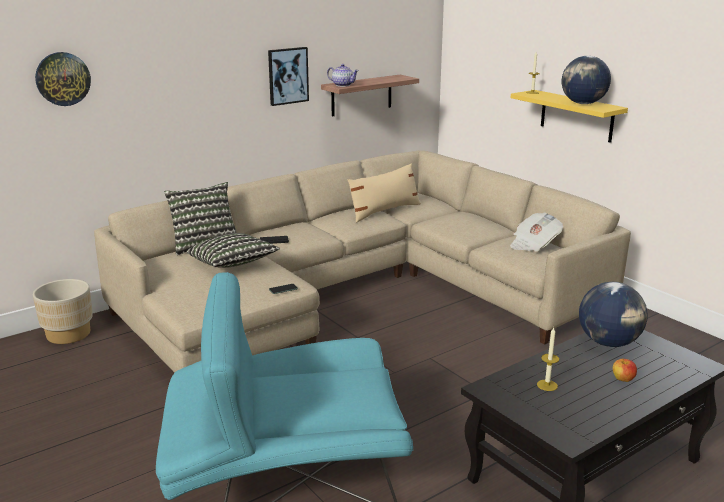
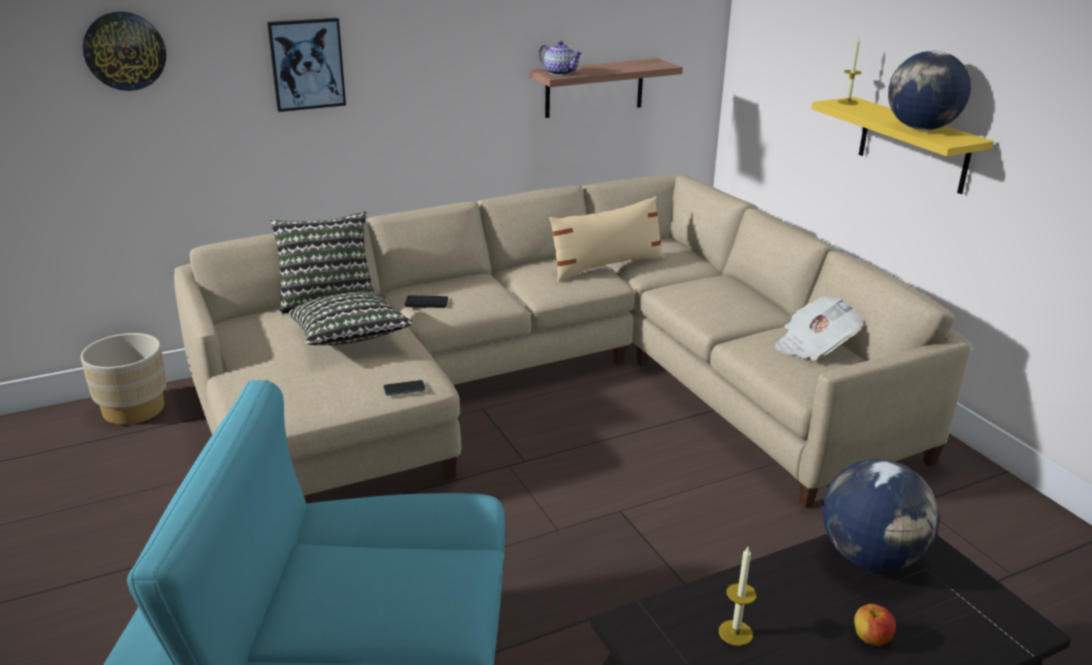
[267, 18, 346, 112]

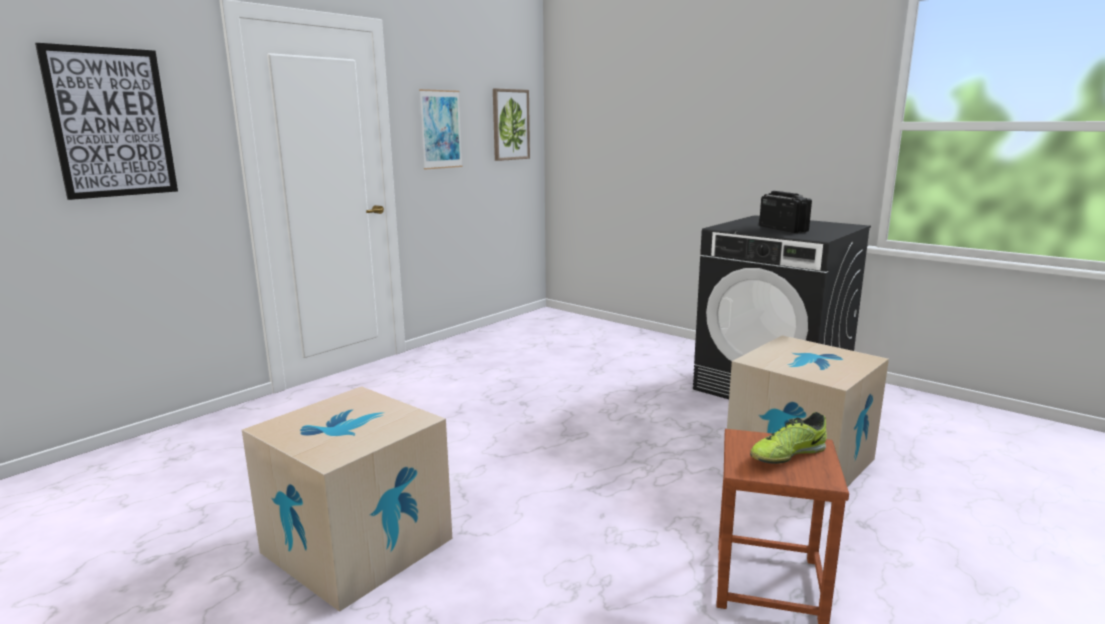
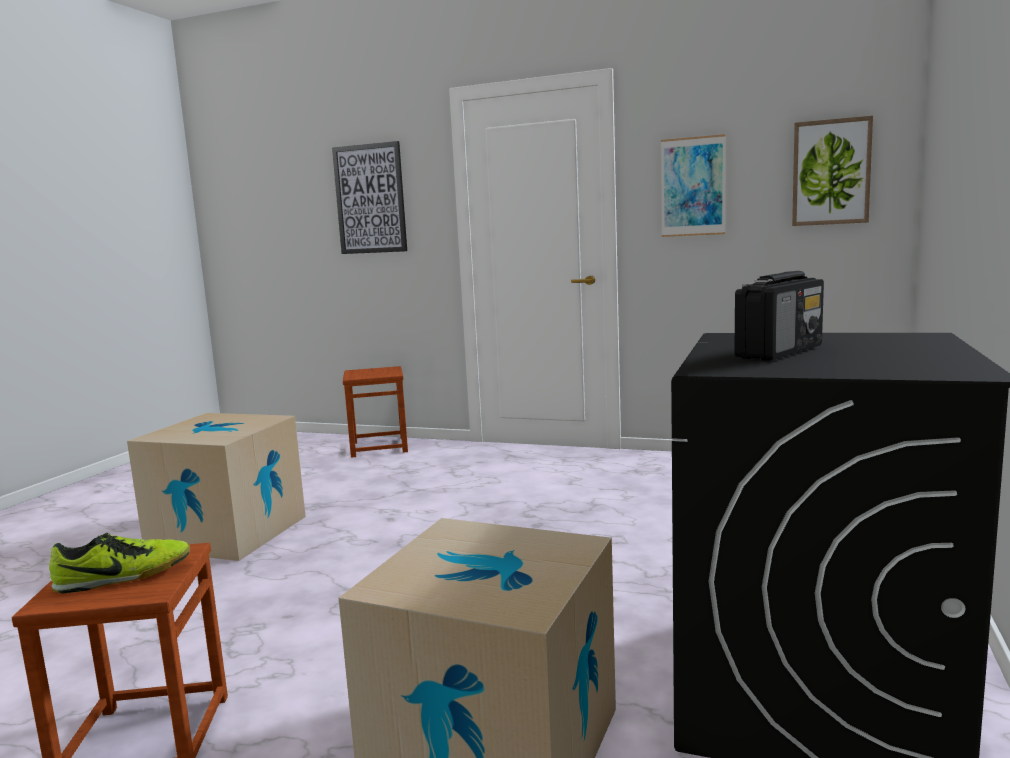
[343, 366, 408, 458]
[49, 533, 190, 594]

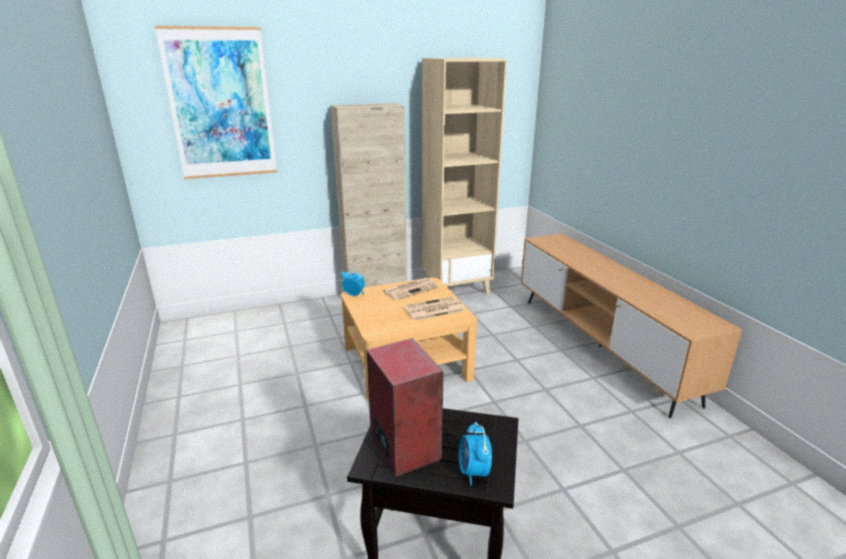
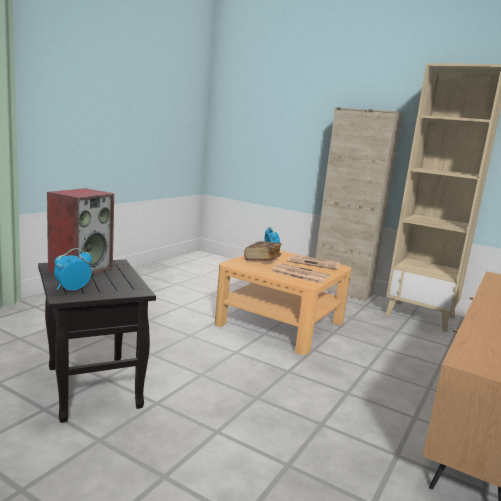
[155, 26, 277, 179] (first image)
[244, 241, 281, 261]

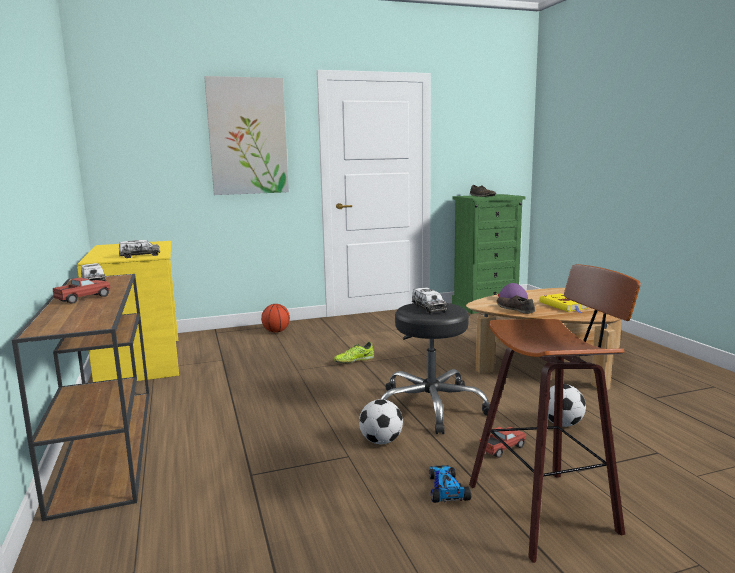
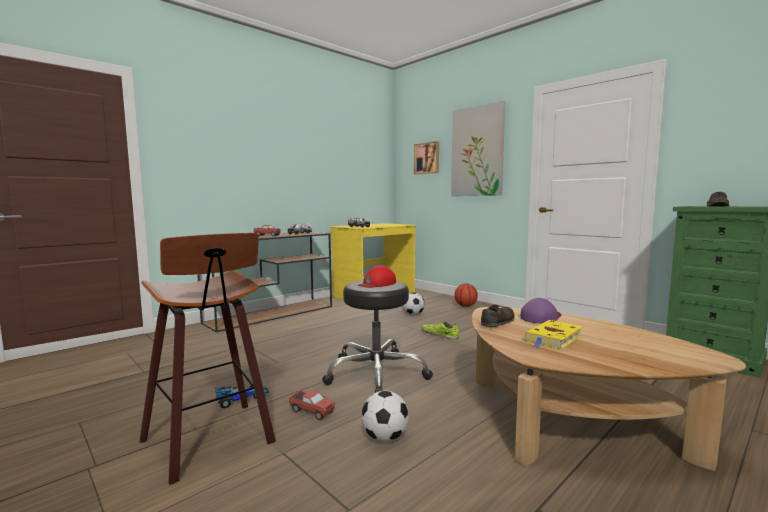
[414, 141, 439, 174]
[402, 292, 425, 315]
[357, 265, 396, 288]

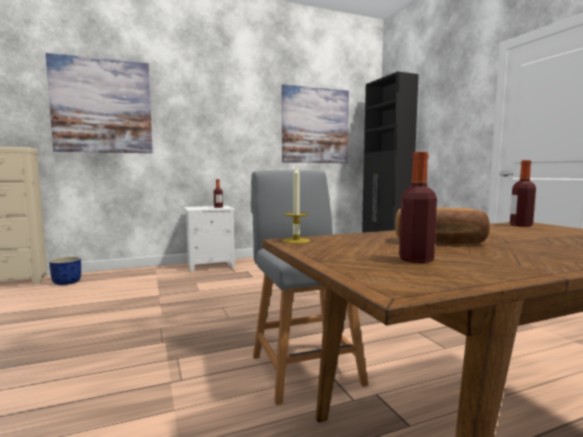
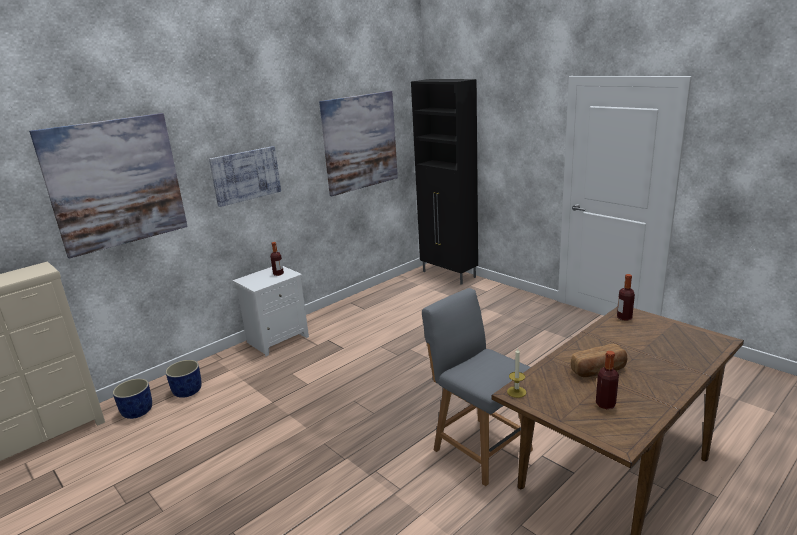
[165, 360, 202, 398]
[209, 146, 281, 207]

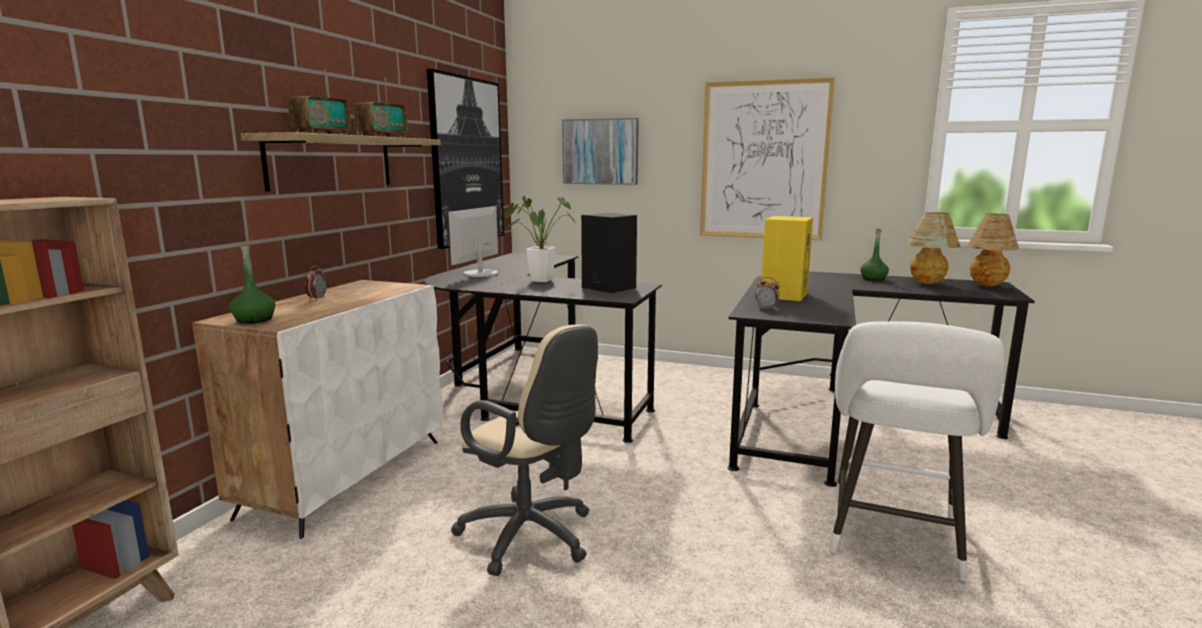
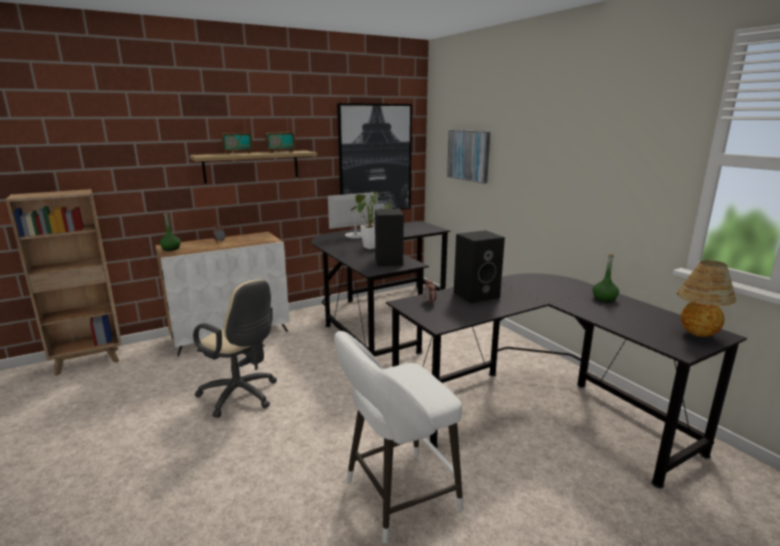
[700, 77, 835, 240] (first image)
[906, 212, 960, 284] (first image)
[454, 230, 505, 303]
[193, 279, 277, 418]

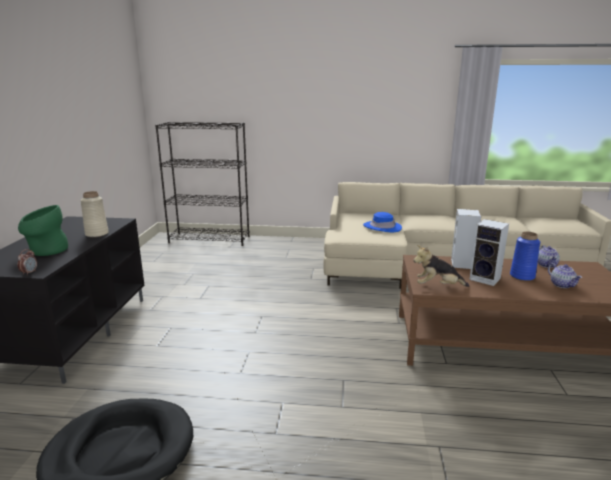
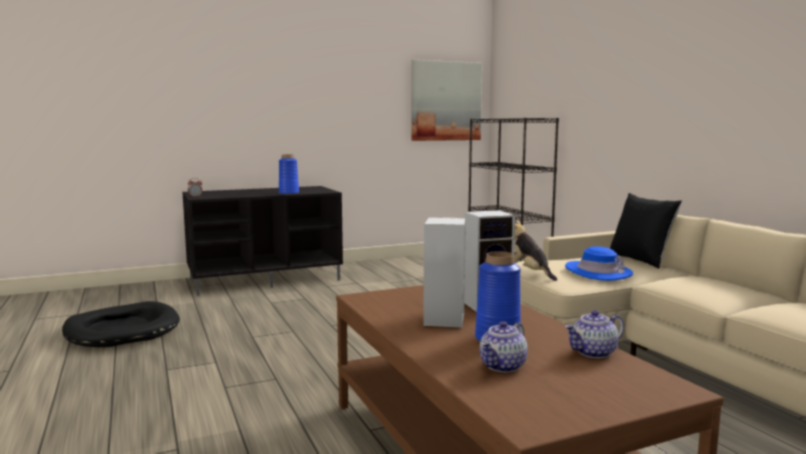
[18, 205, 68, 256] (first image)
[411, 60, 482, 141]
[610, 193, 682, 269]
[514, 220, 557, 281]
[279, 154, 299, 194]

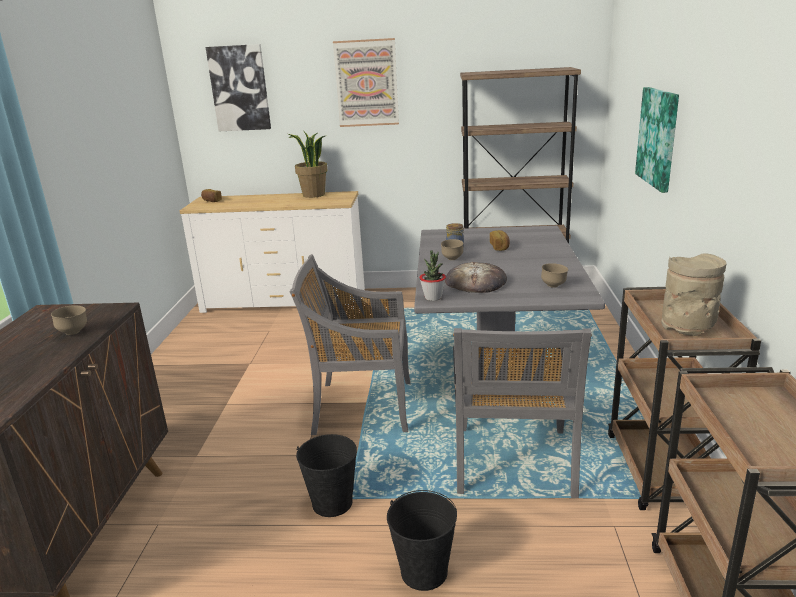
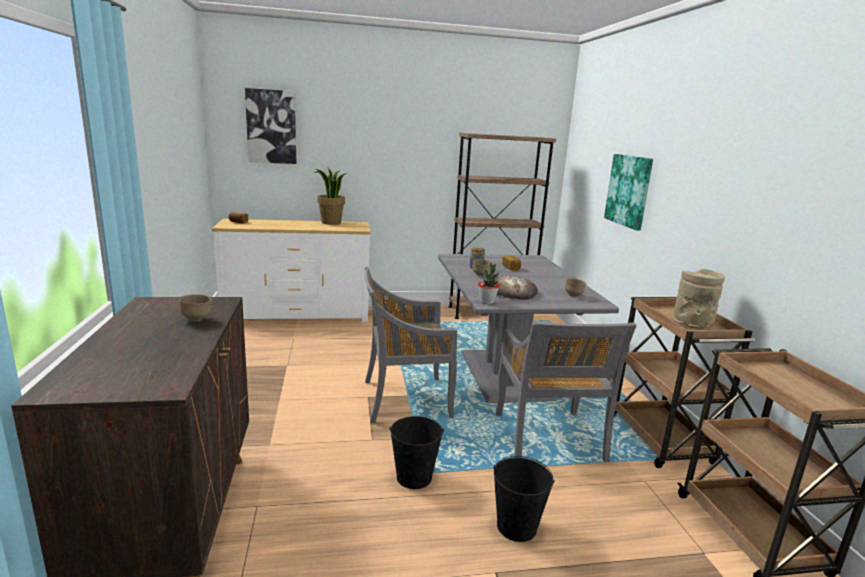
[333, 38, 399, 127] (first image)

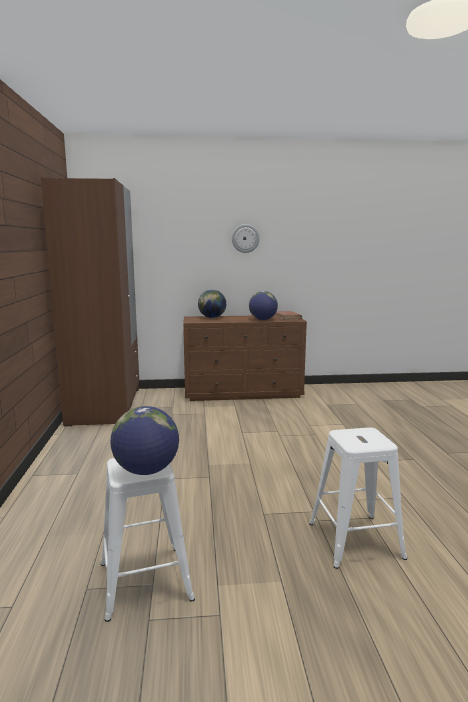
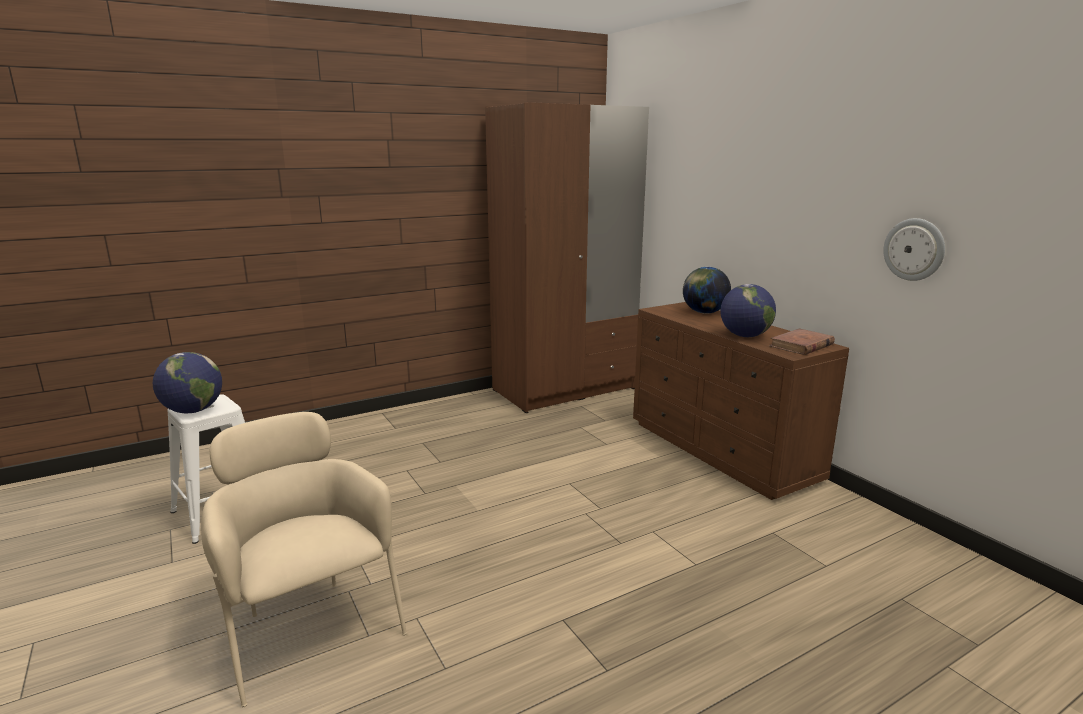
[883, 218, 945, 281]
[201, 412, 407, 707]

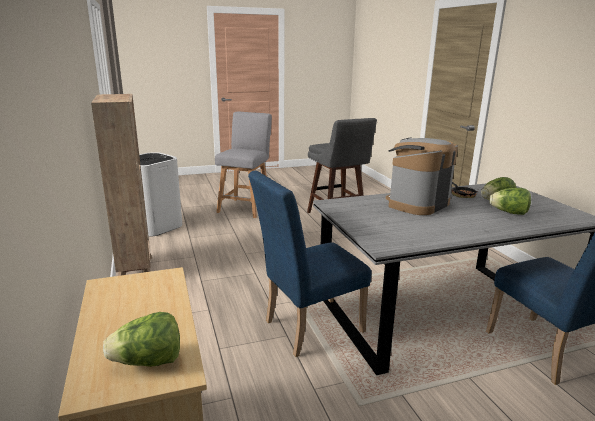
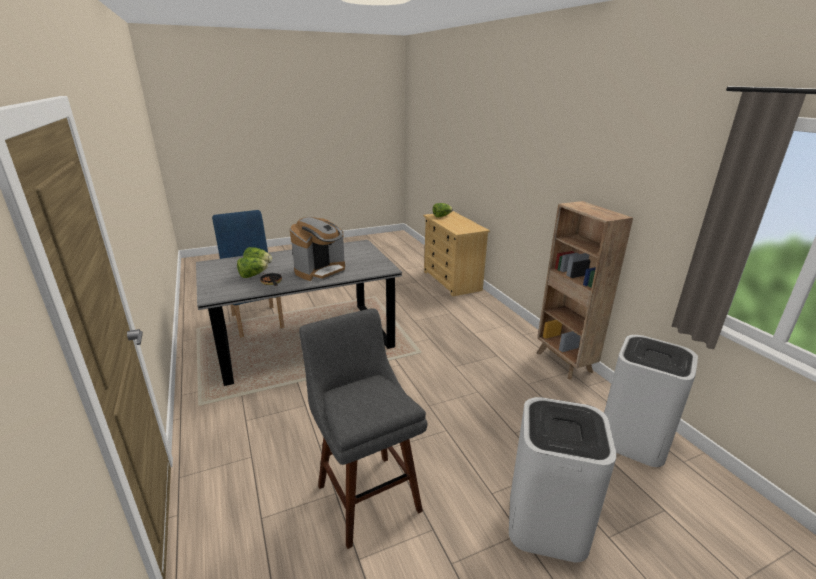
[248, 171, 371, 357] (first image)
[509, 397, 617, 562]

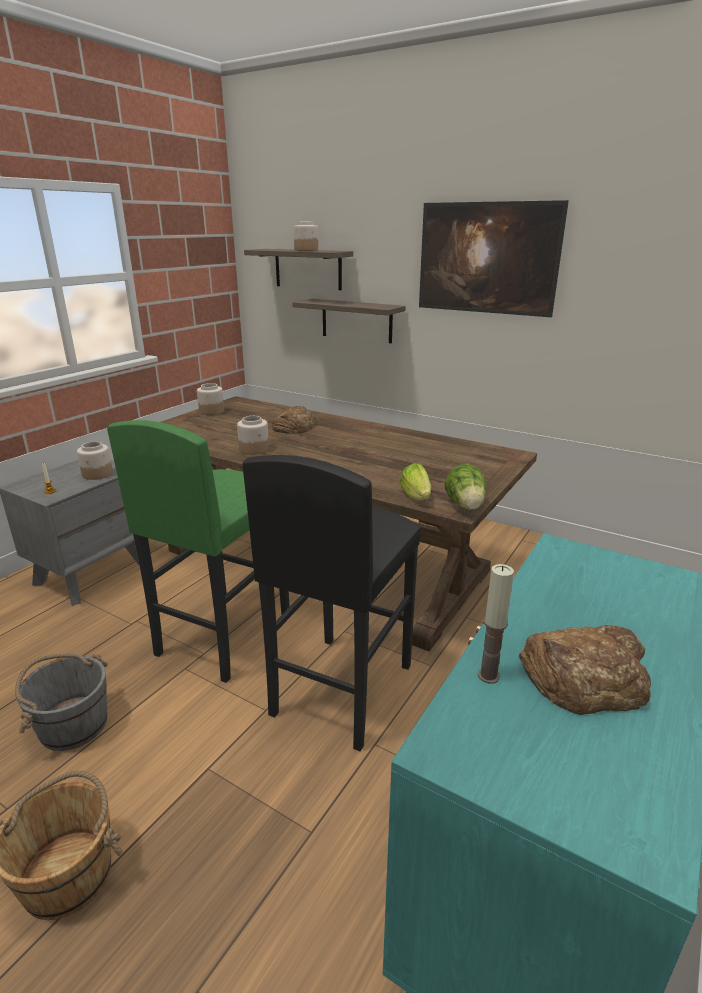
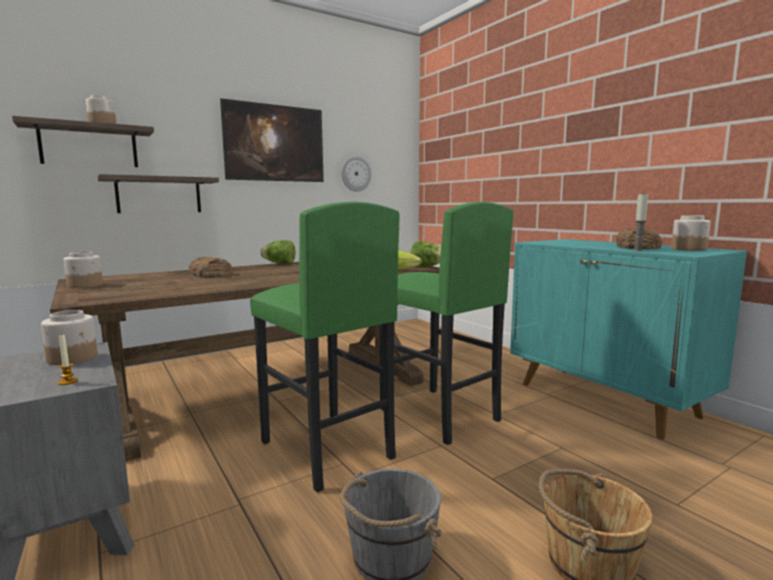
[260, 240, 295, 264]
[341, 156, 371, 192]
[671, 215, 711, 251]
[379, 202, 513, 445]

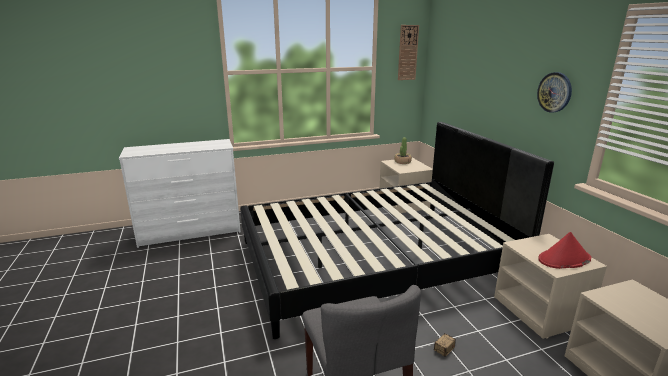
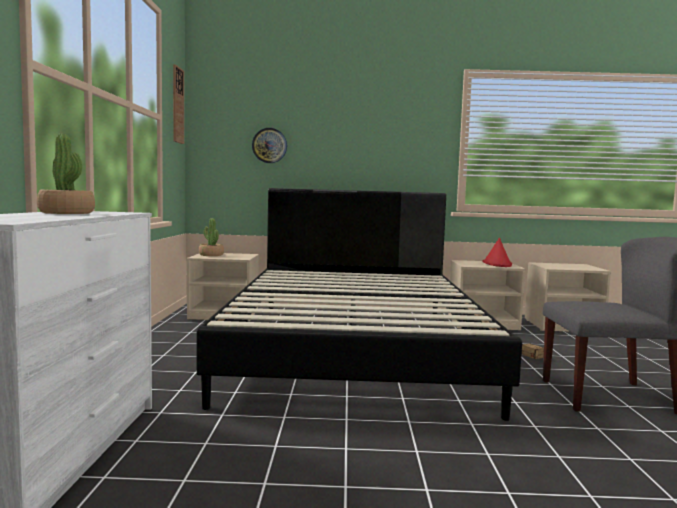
[37, 134, 95, 214]
[252, 128, 287, 163]

